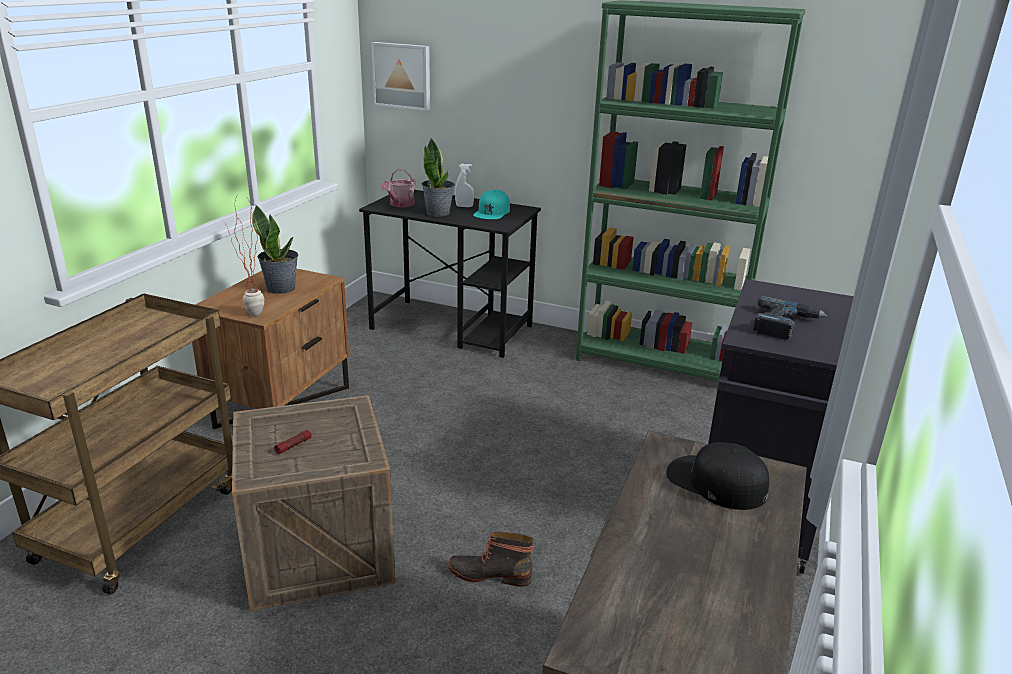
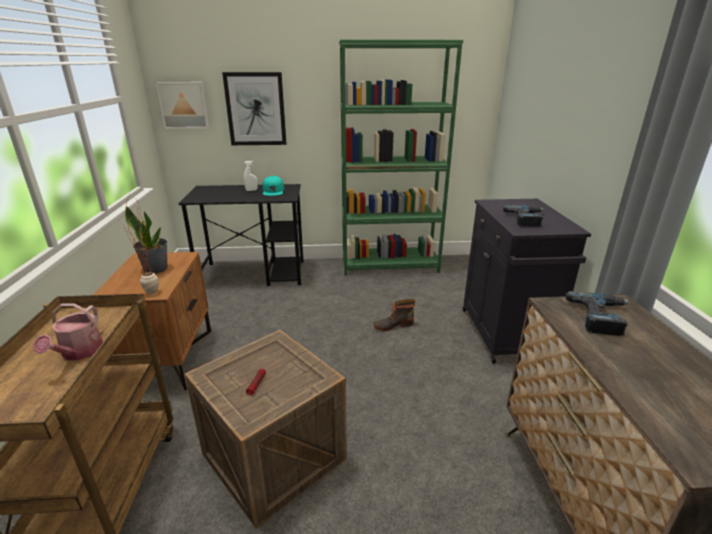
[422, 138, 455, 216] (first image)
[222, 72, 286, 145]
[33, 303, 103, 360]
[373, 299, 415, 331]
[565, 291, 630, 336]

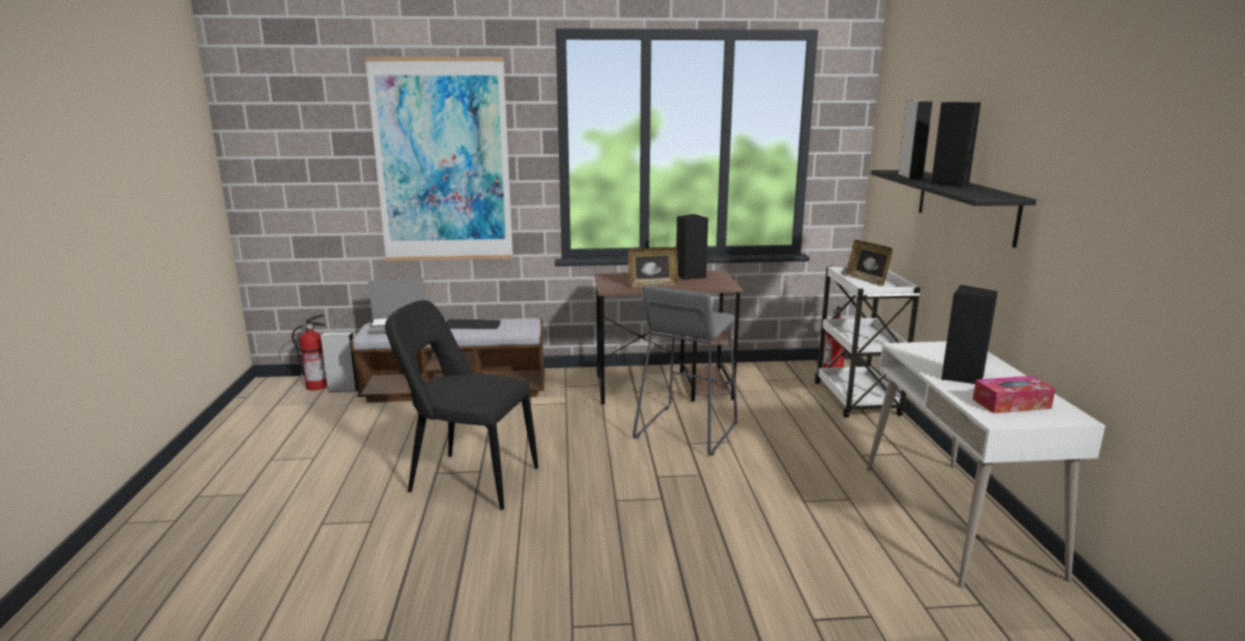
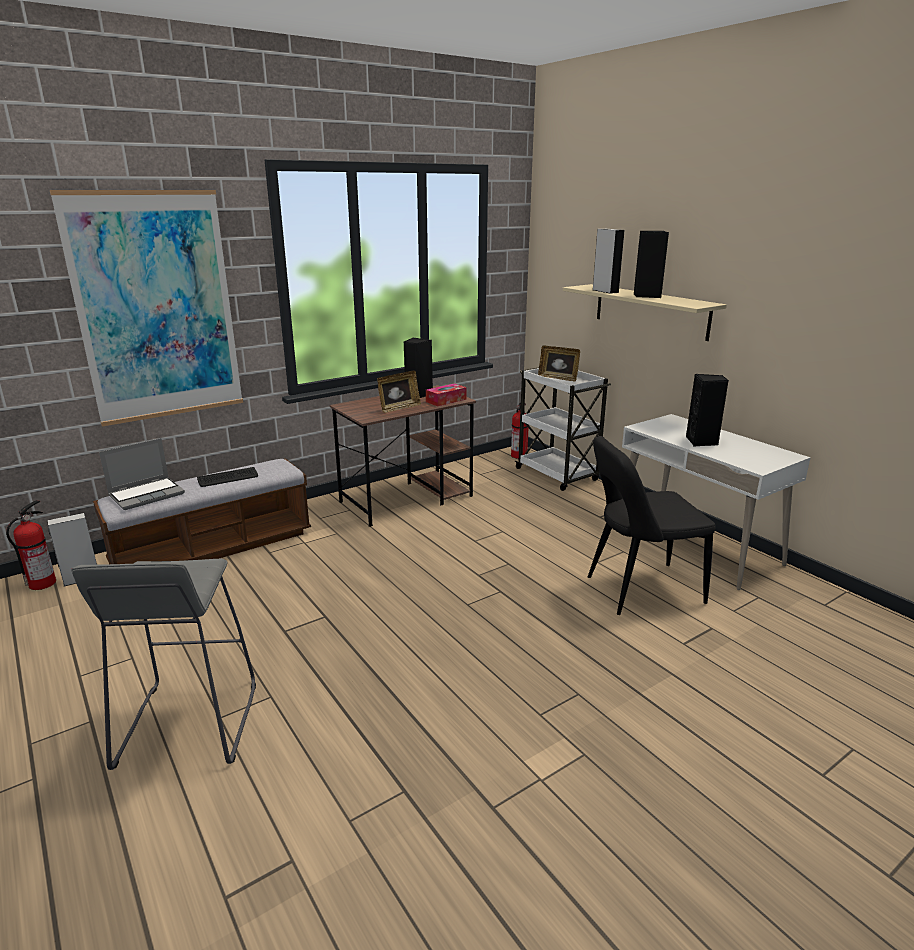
[588, 436, 716, 615]
[71, 559, 256, 770]
[426, 383, 467, 406]
[563, 284, 727, 341]

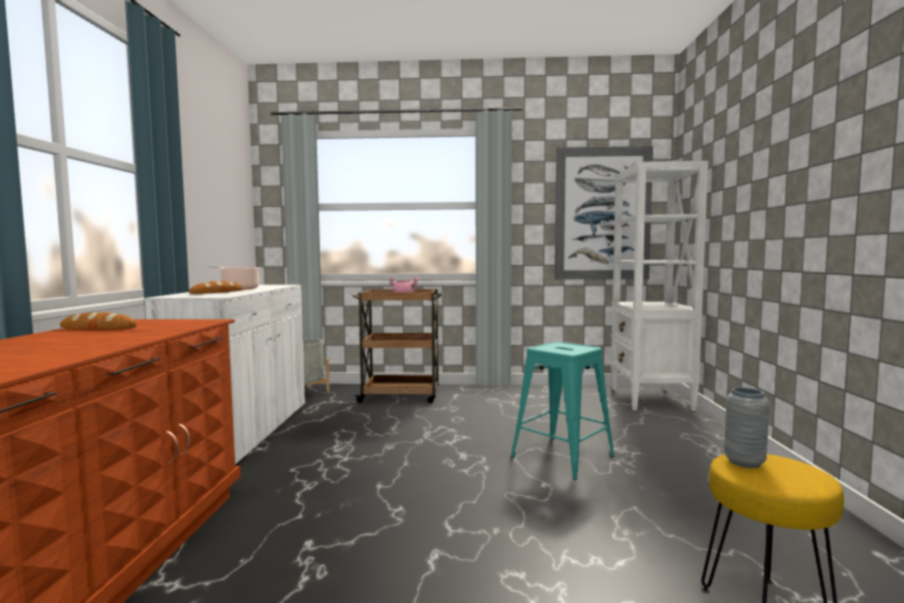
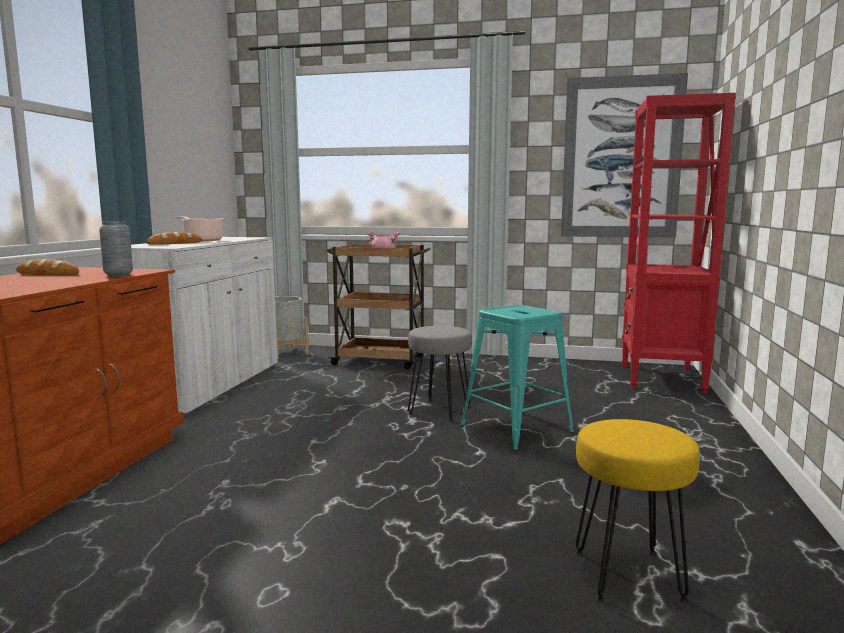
[408, 326, 472, 422]
[99, 221, 133, 277]
[622, 93, 736, 394]

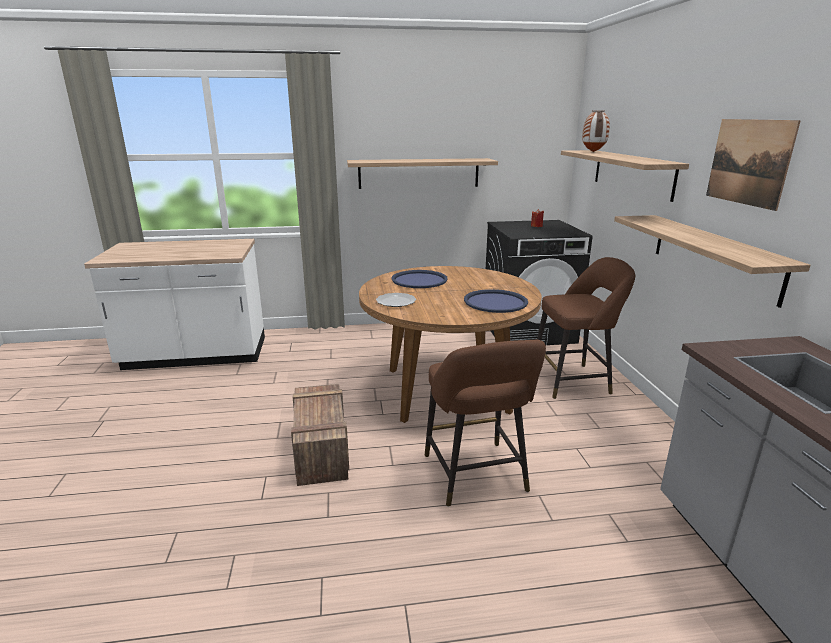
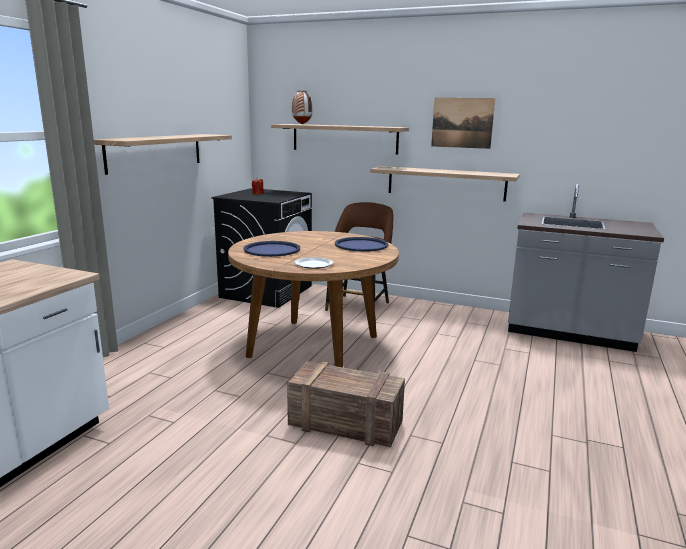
[425, 340, 546, 507] (first image)

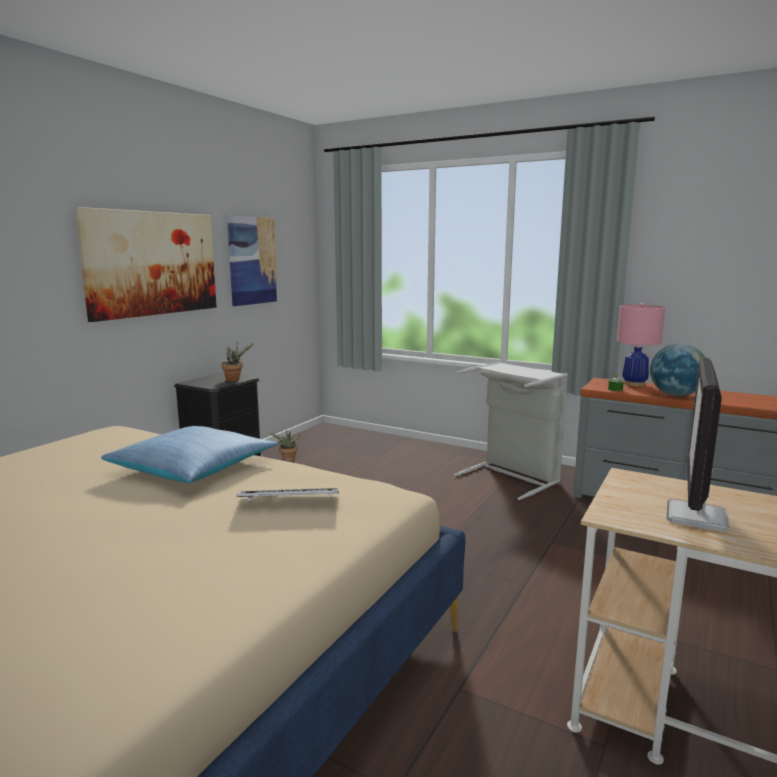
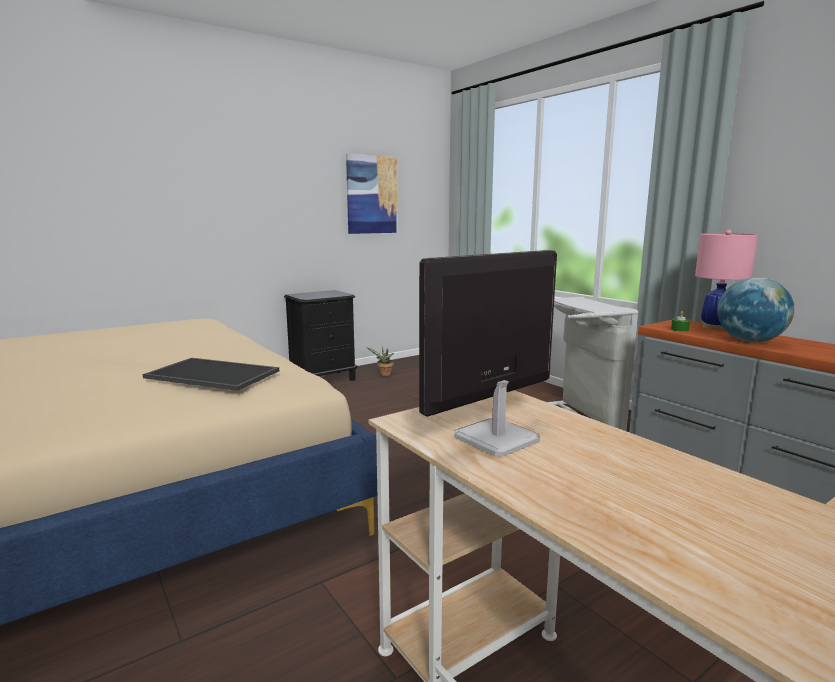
[75, 207, 217, 322] (first image)
[101, 426, 278, 483] (first image)
[221, 341, 254, 381] (first image)
[143, 358, 279, 391]

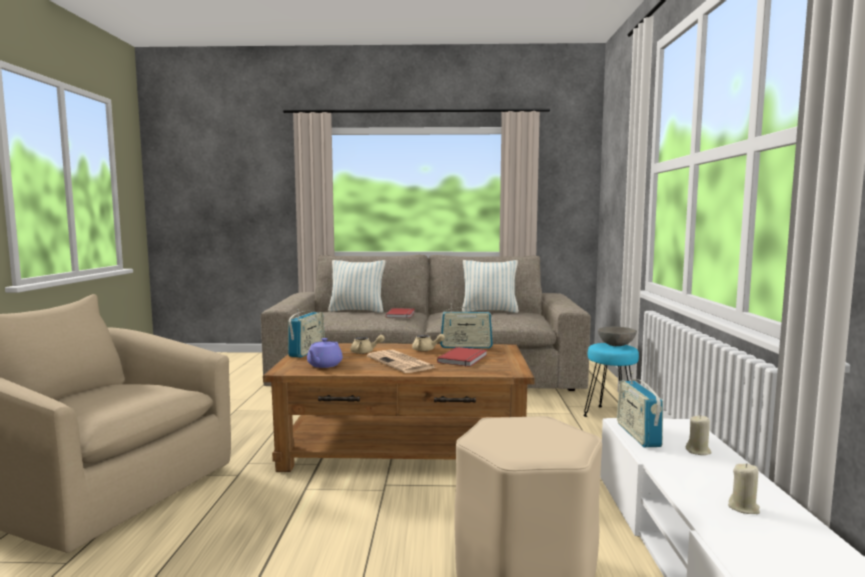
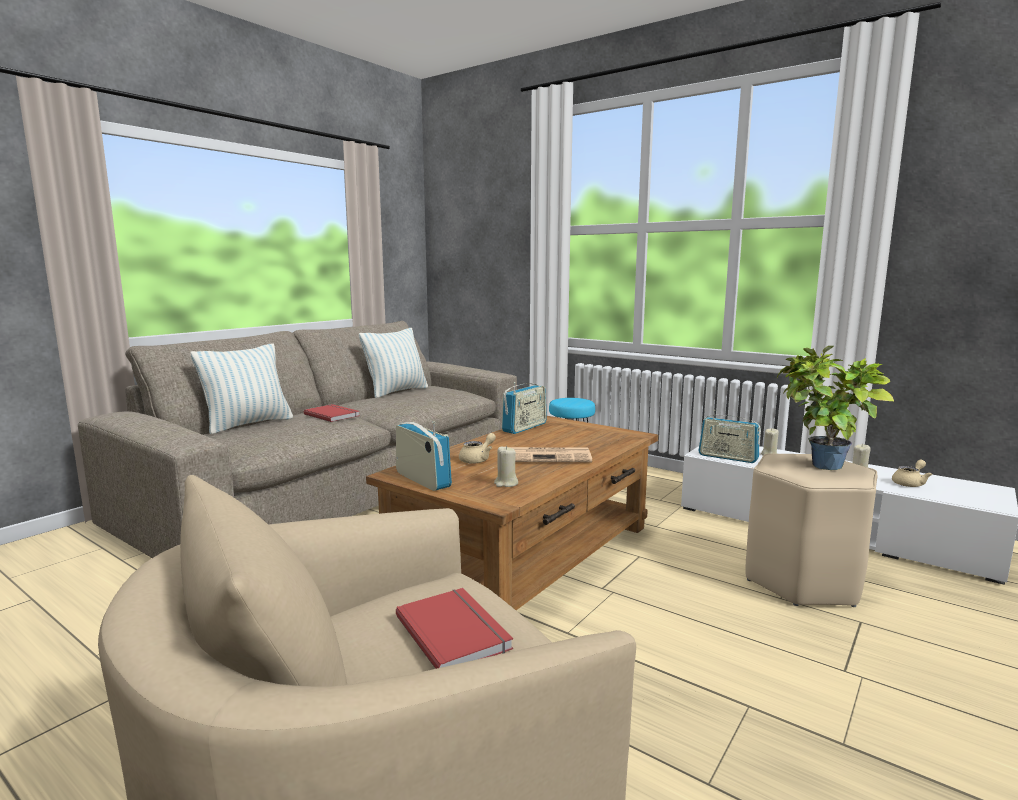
[598, 327, 637, 346] (first image)
[777, 346, 894, 470]
[892, 460, 933, 487]
[396, 588, 513, 669]
[494, 446, 518, 487]

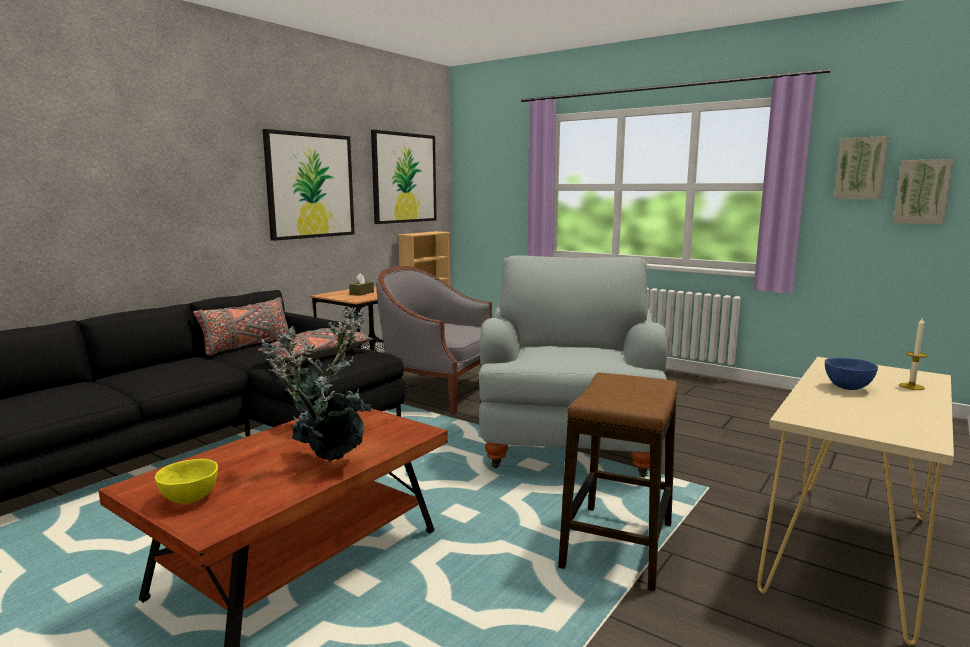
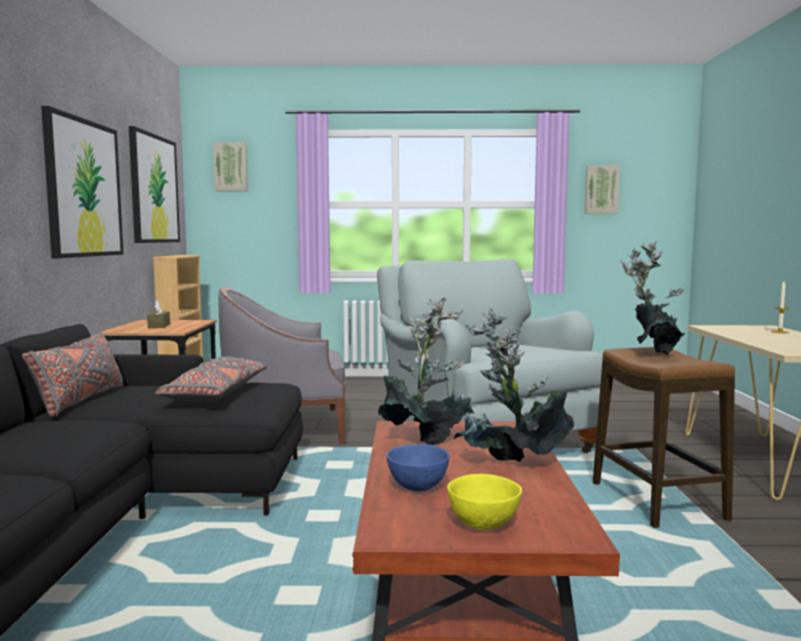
[620, 241, 685, 355]
[386, 444, 450, 492]
[213, 142, 248, 191]

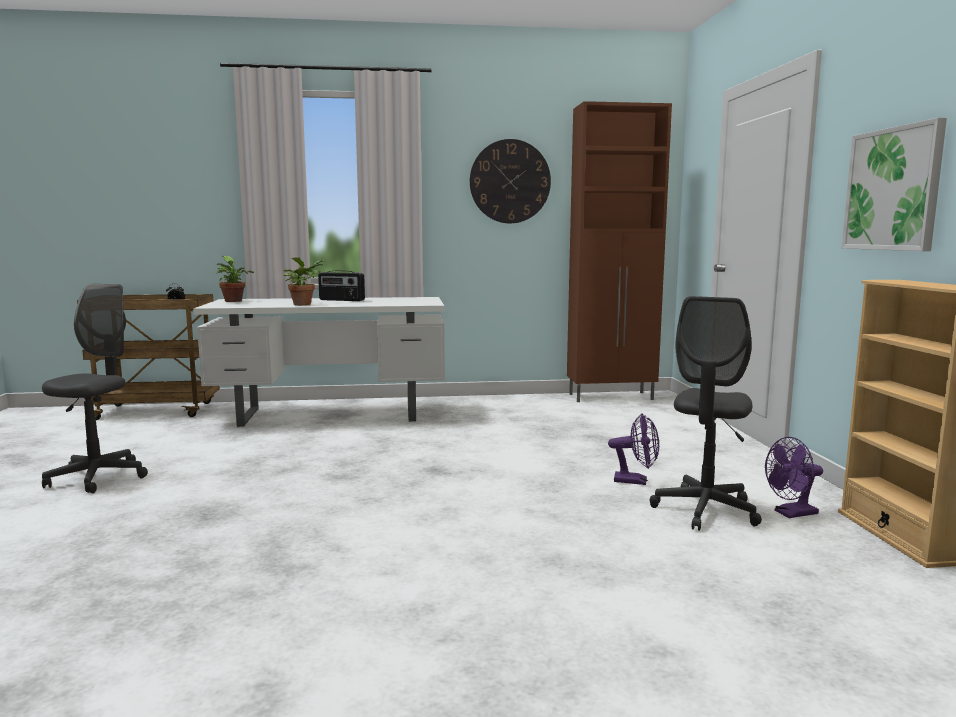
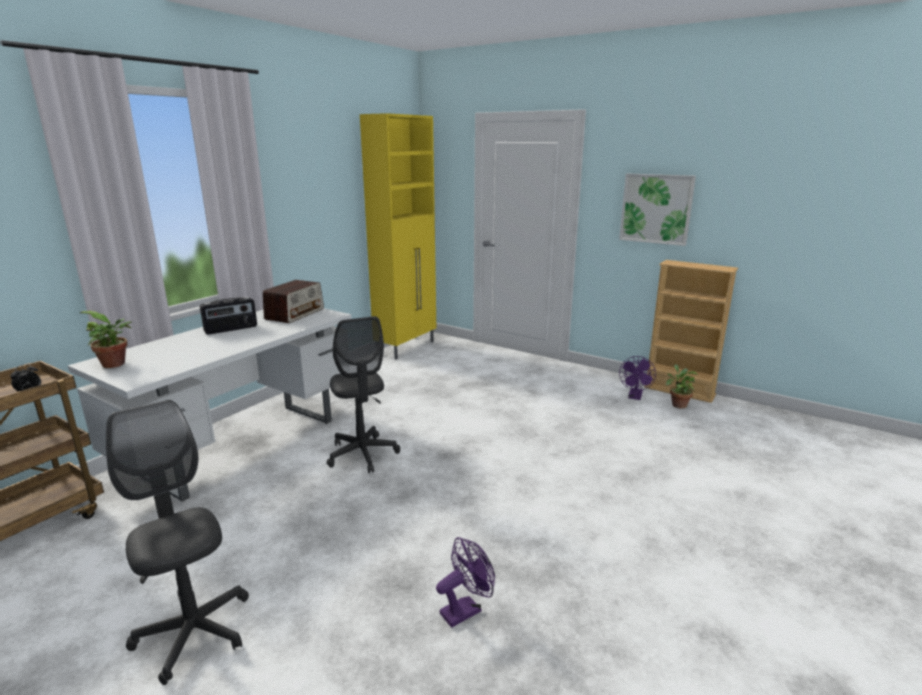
[470, 139, 551, 223] (first image)
[263, 280, 324, 323]
[666, 364, 698, 409]
[436, 537, 495, 628]
[327, 316, 400, 473]
[360, 113, 436, 360]

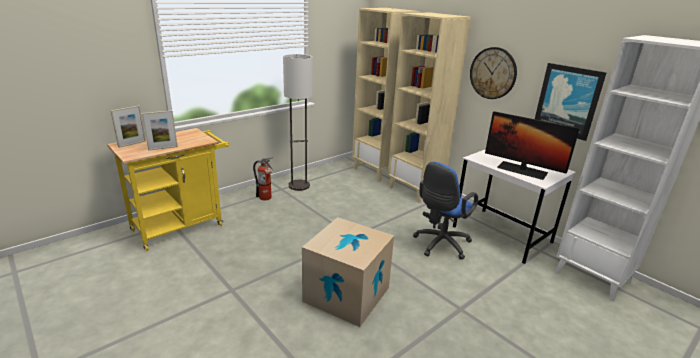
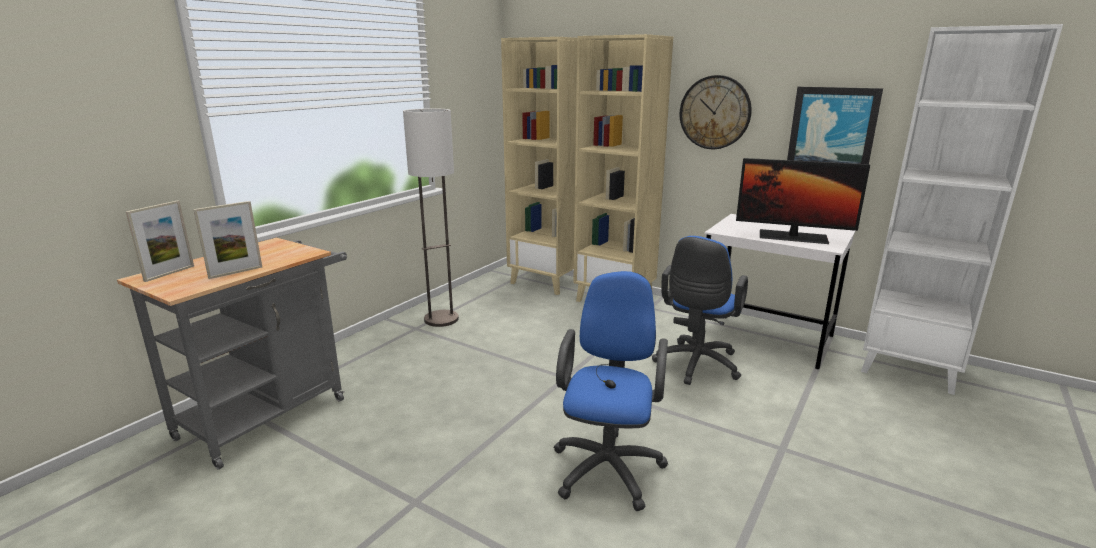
[253, 157, 274, 200] (first image)
[554, 271, 668, 511]
[117, 238, 347, 470]

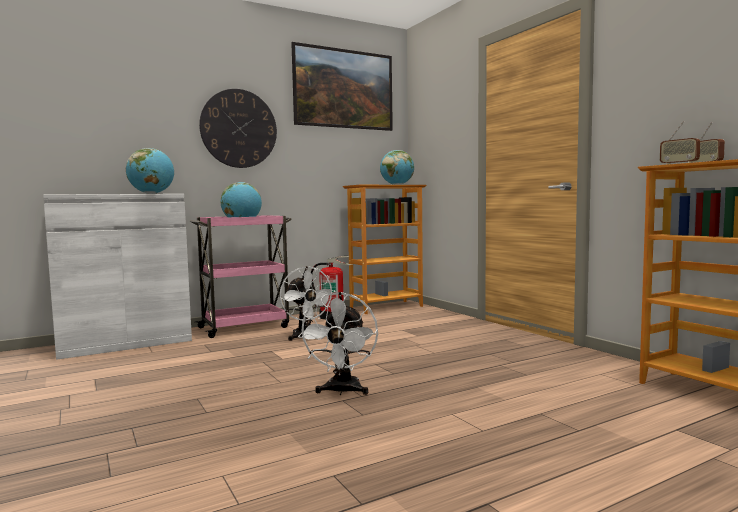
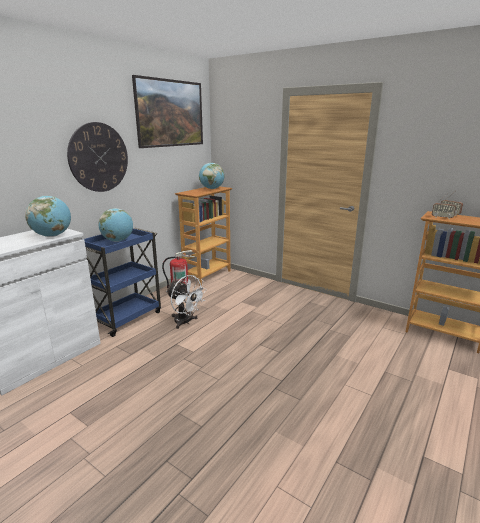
[298, 292, 378, 395] (first image)
[82, 228, 161, 337]

